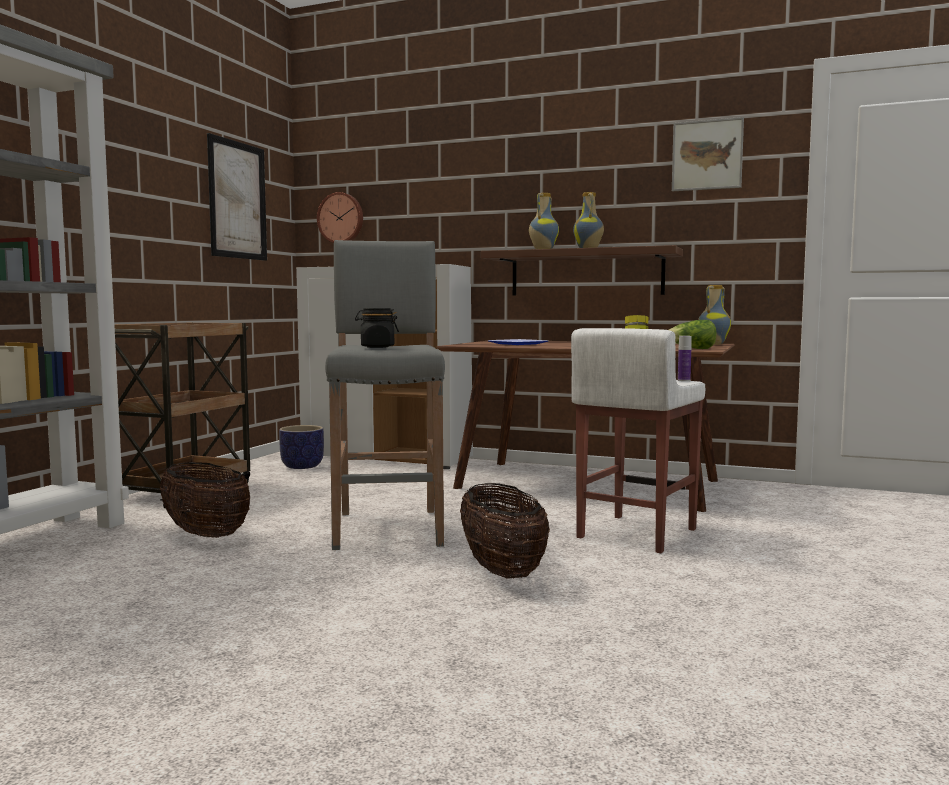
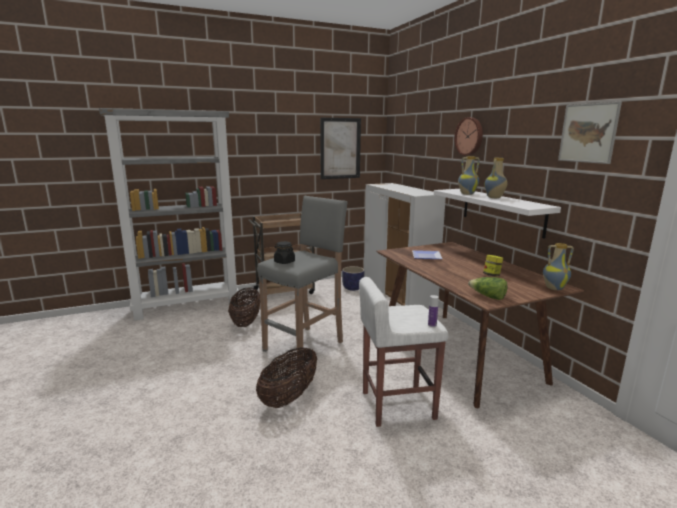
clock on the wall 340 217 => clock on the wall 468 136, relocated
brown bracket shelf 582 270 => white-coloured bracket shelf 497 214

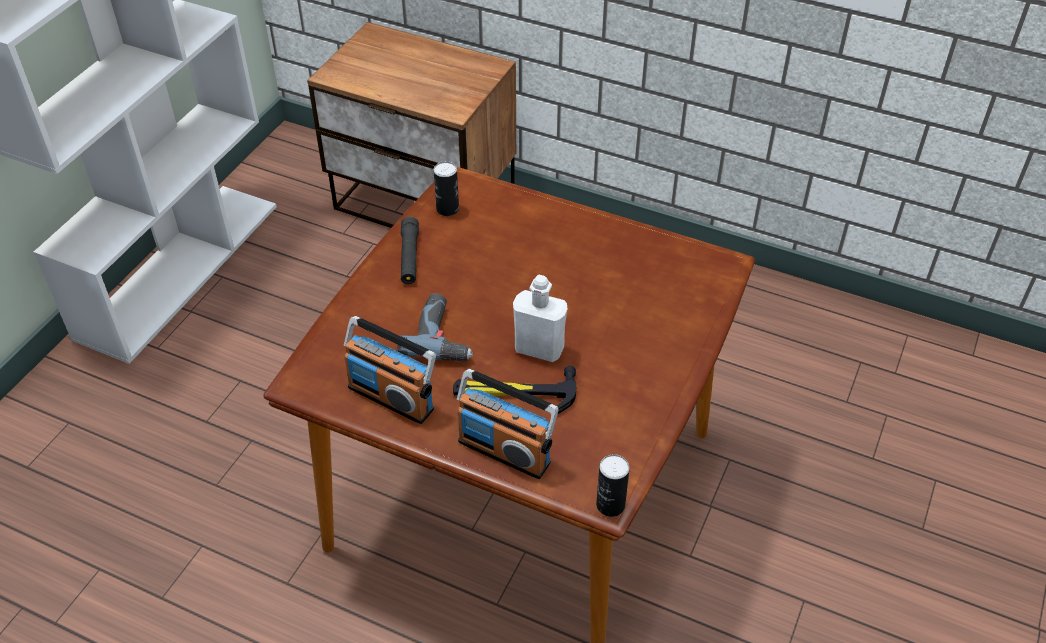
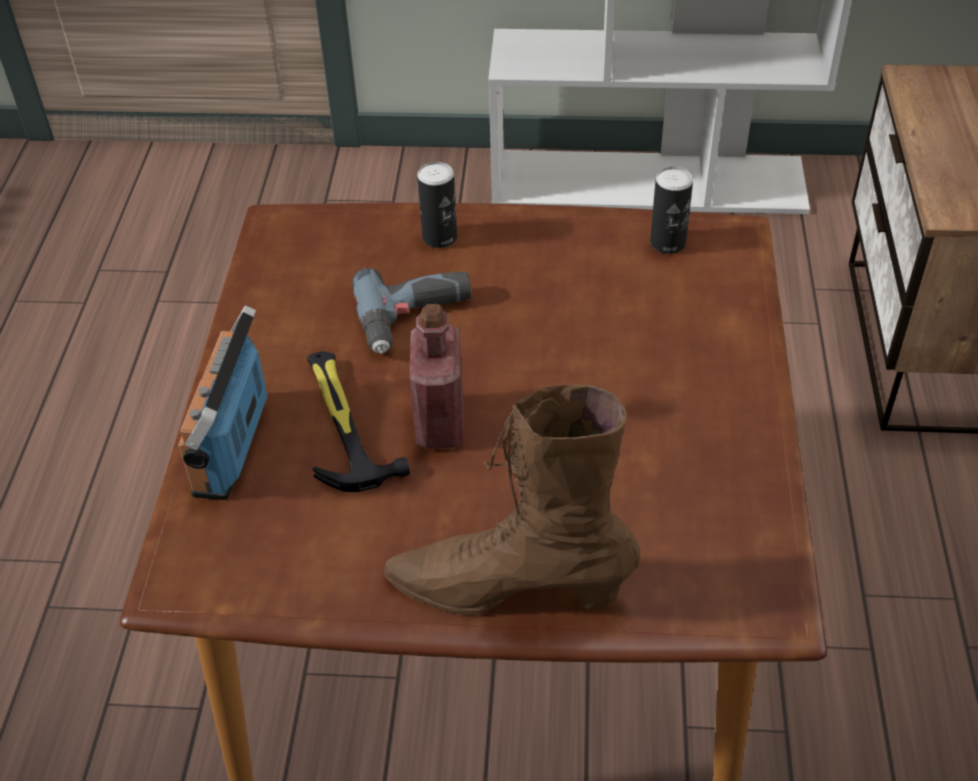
radio receiver 390 370 => nothing
blackish torch 410 250 => nothing
nothing => brown high-top boot 512 499
metal can 613 485 => metal can 437 205, relocated
white-coloured drink bottle 540 318 => reddish drink bottle 436 376

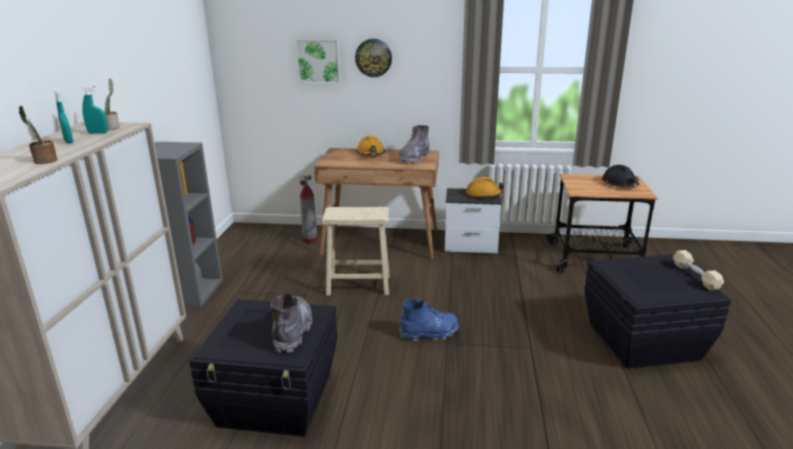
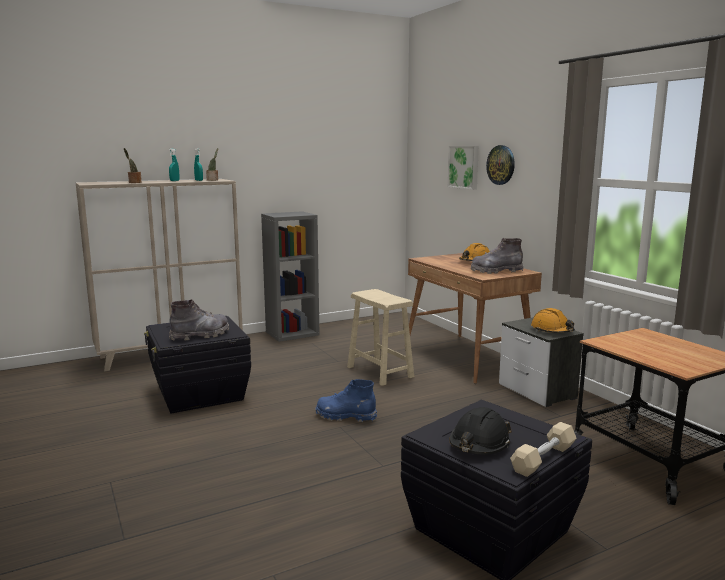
extinguisher 309 209 => nothing
blackish safety helmet 620 176 => blackish safety helmet 480 431, relocated
bluish high-top boot 429 320 => bluish high-top boot 346 400, 150 degrees clockwise

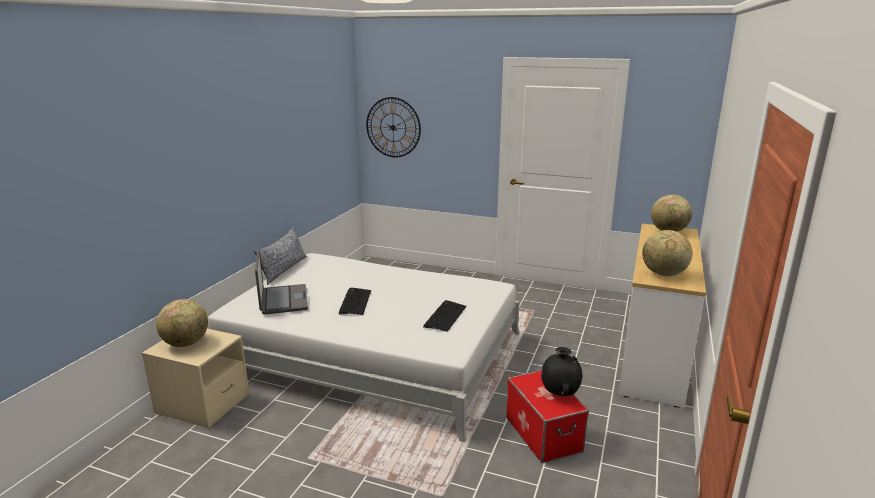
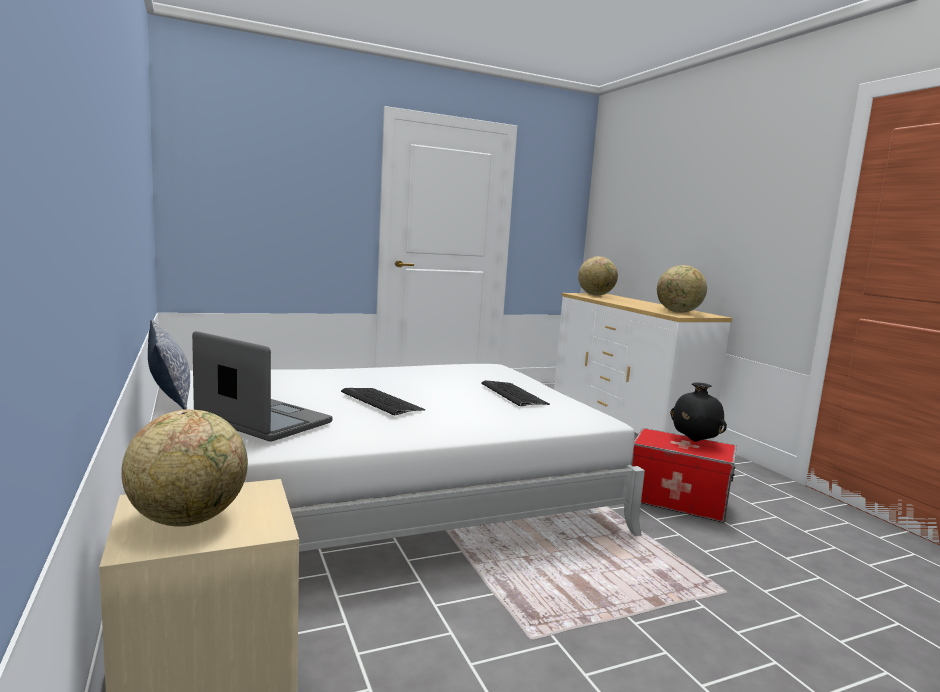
clock on the wall 393 127 => nothing

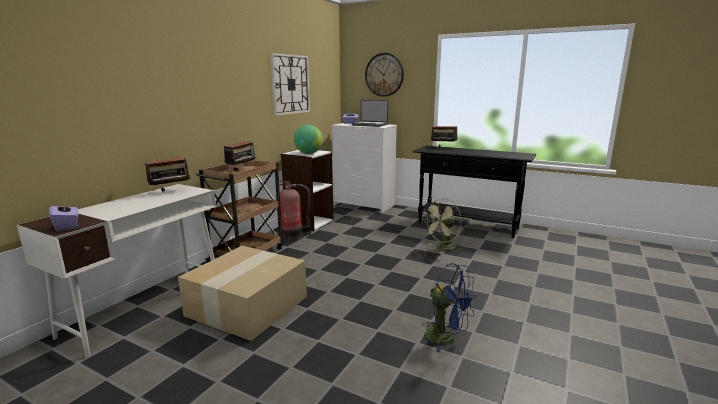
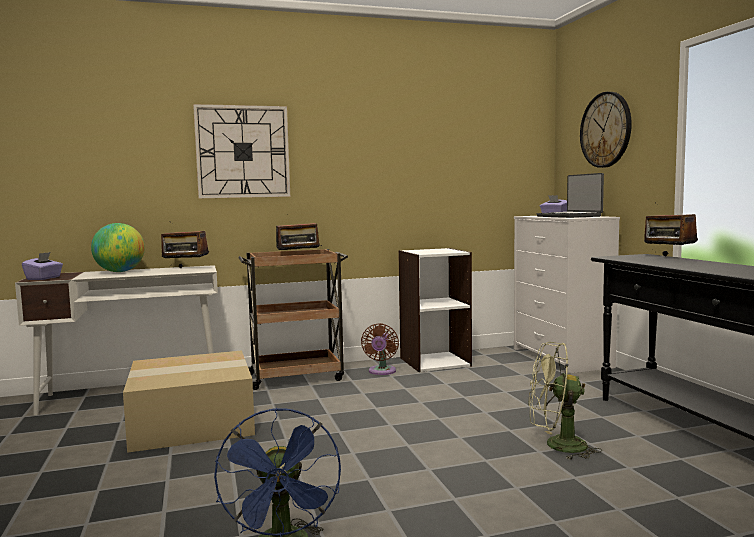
clock on the wall 290 84 => clock on the wall 241 151, relocated
globe 308 139 => globe 118 247, relocated
extinguisher 295 211 => brown fan 380 349

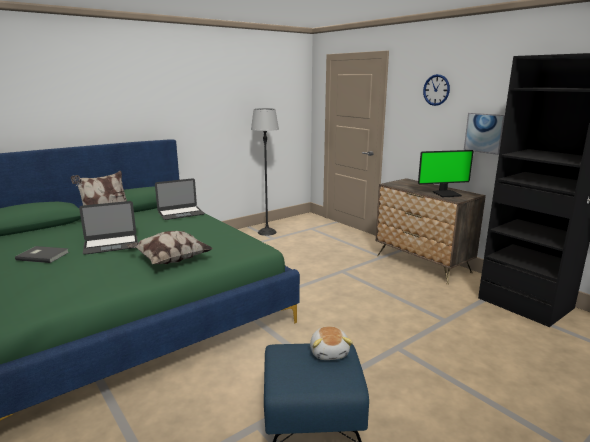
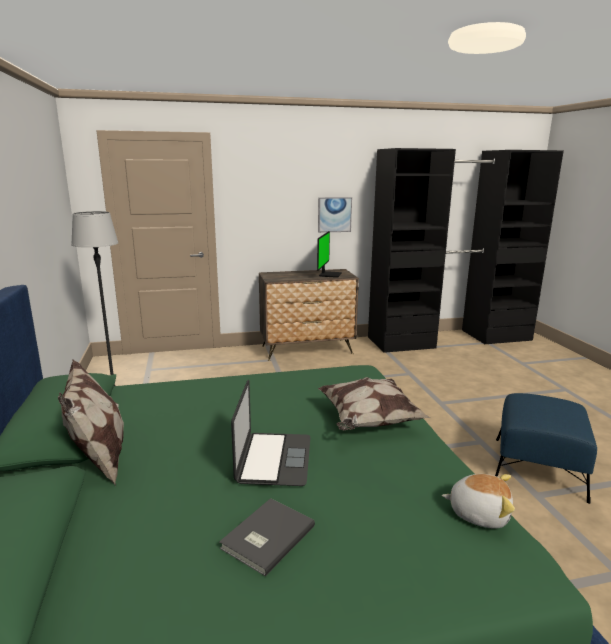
notebook computer 180 199 => nothing
clock on the wall 436 90 => nothing
soft toy 331 343 => soft toy 478 501, relocated

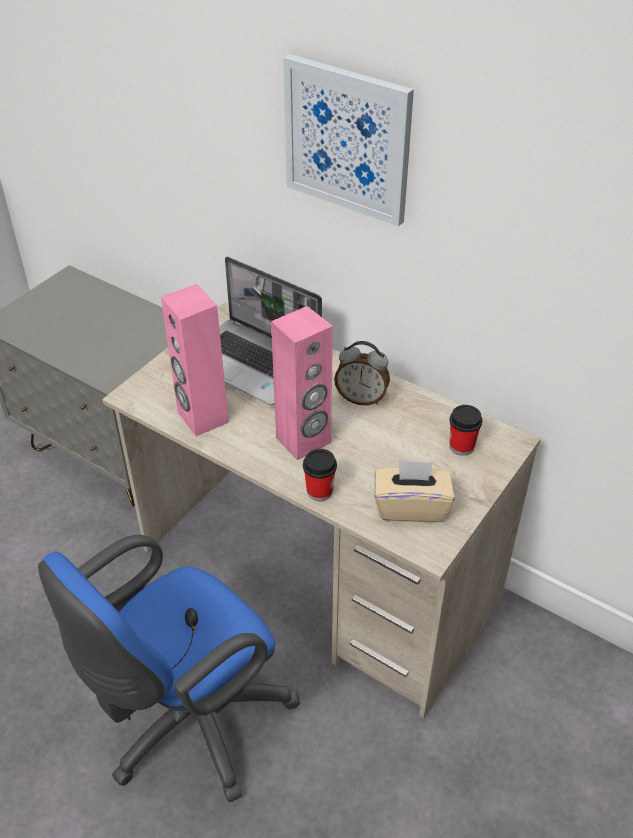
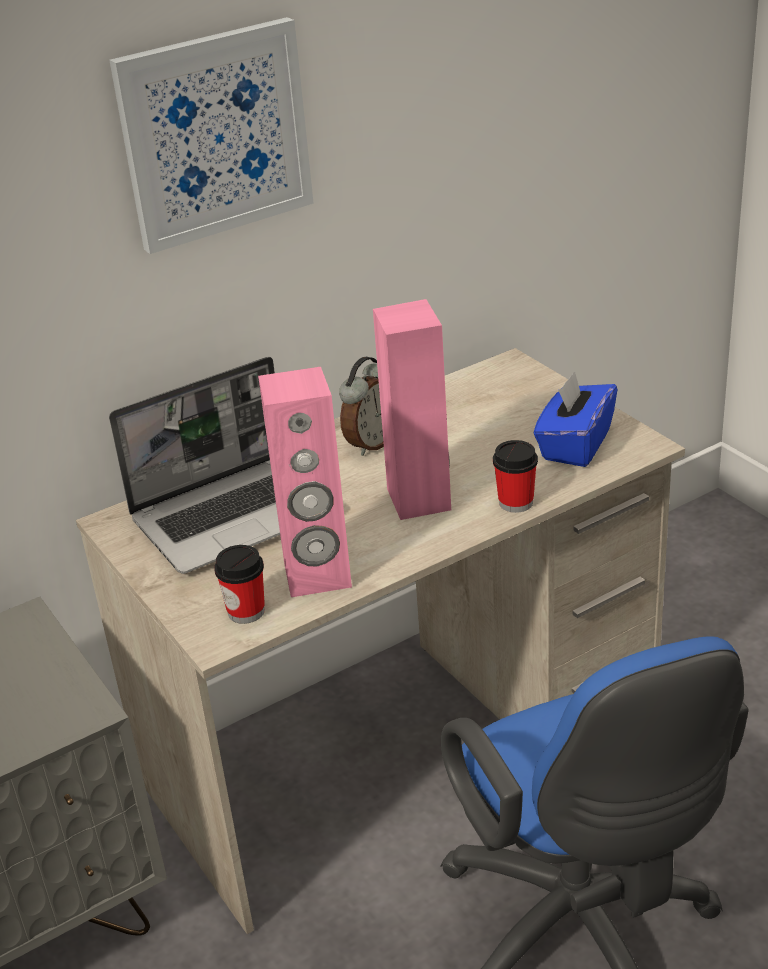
cup 465 430 => cup 239 584, relocated
sand-coloured tissue box 414 491 => bluish tissue box 575 419

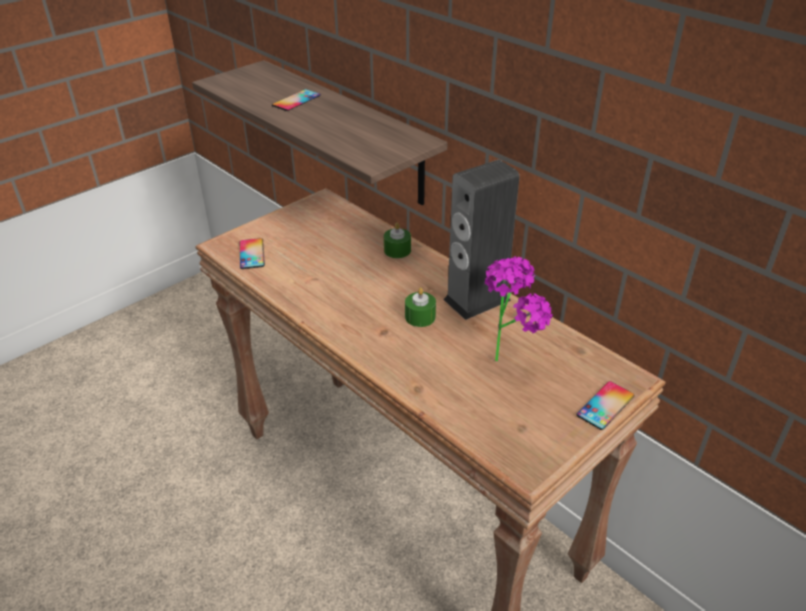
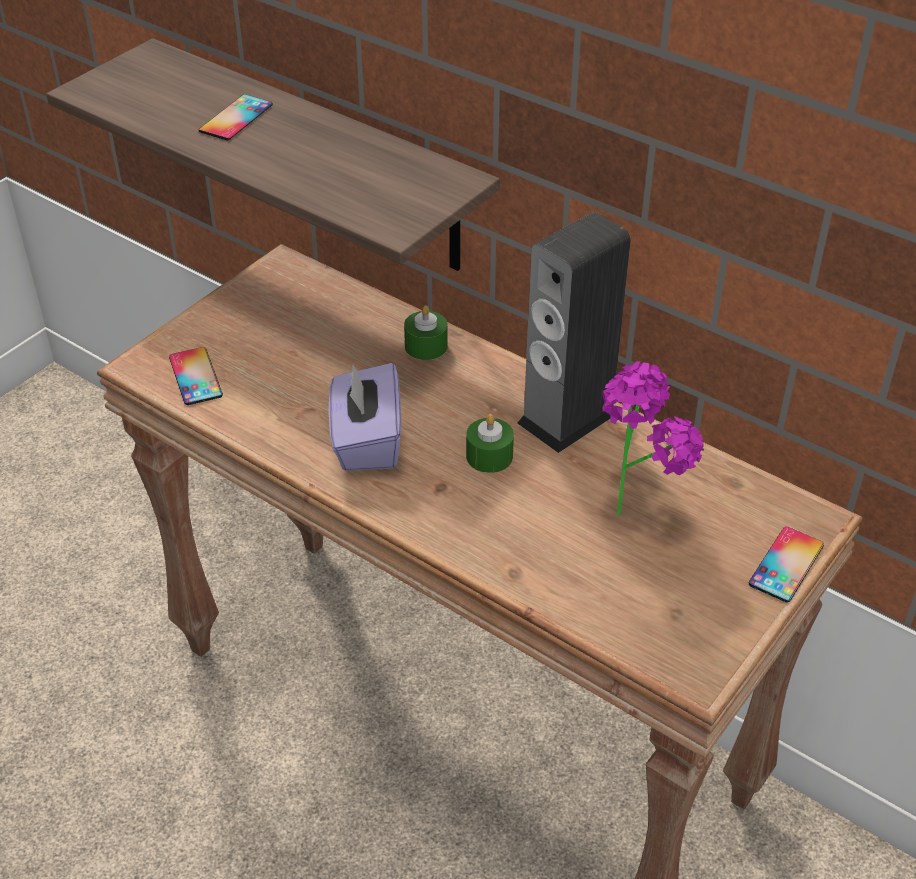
nothing => purple tissue box 365 417

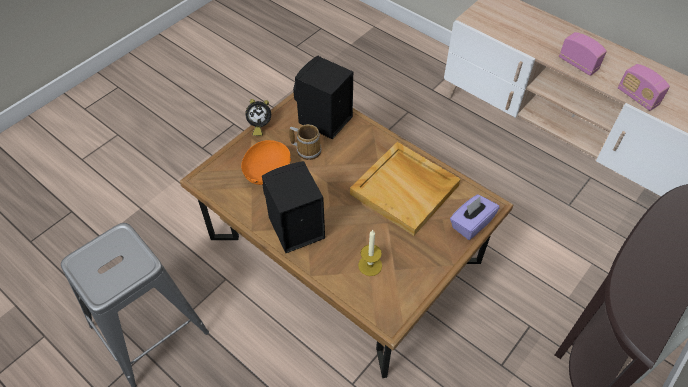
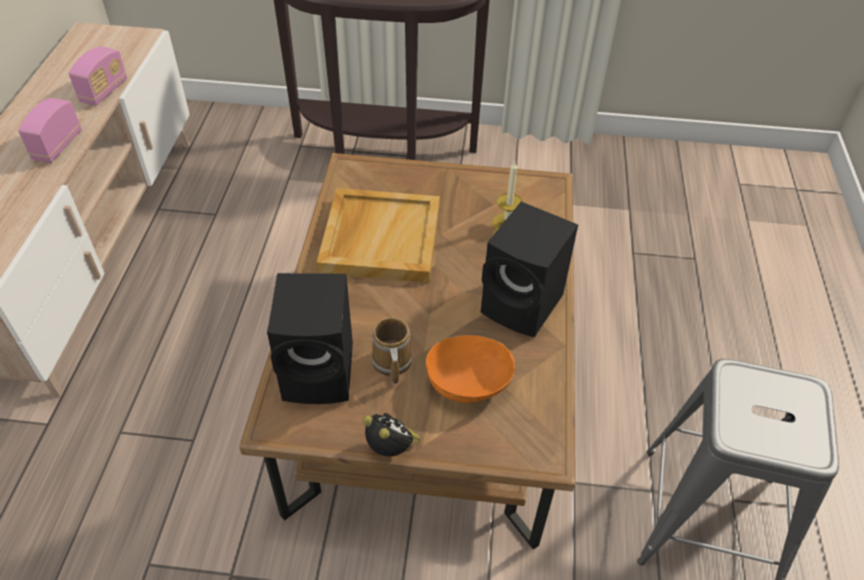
purple tissue box 475 217 => nothing

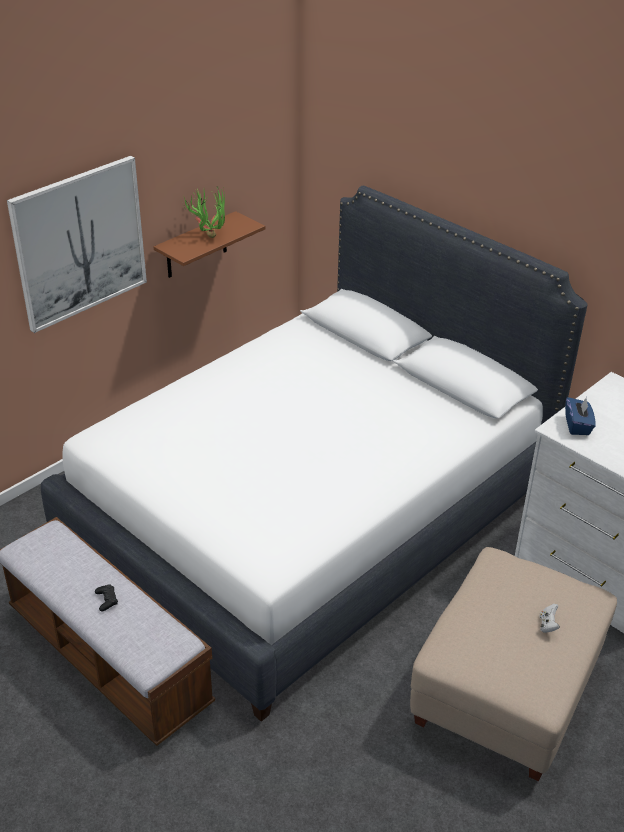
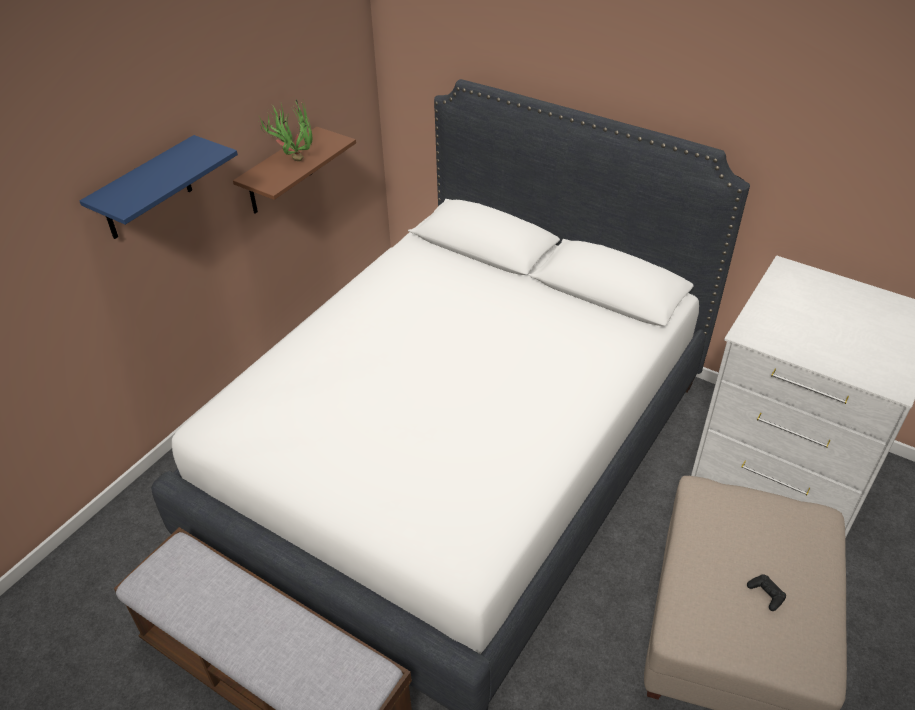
white-coloured game controller 550 618 => nothing
bluish tissue box 580 416 => nothing
blackish game controller 106 597 => blackish game controller 766 592, relocated
wall art 77 244 => bluish bracket shelf 159 187

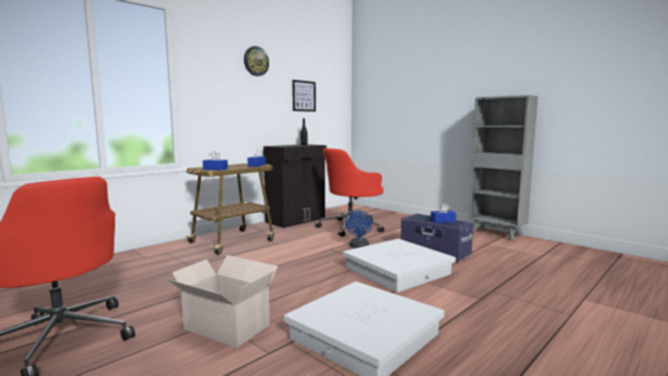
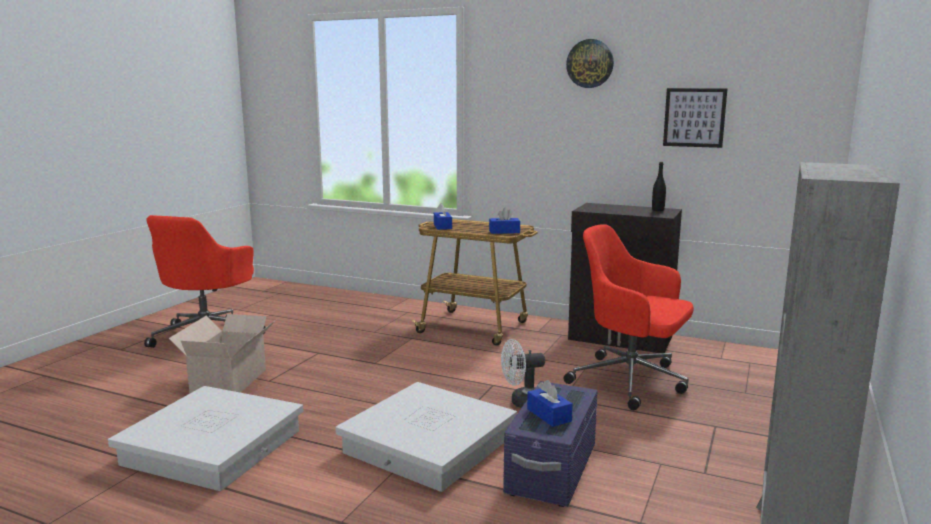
bluish fan 358 229 => white-coloured fan 523 373

